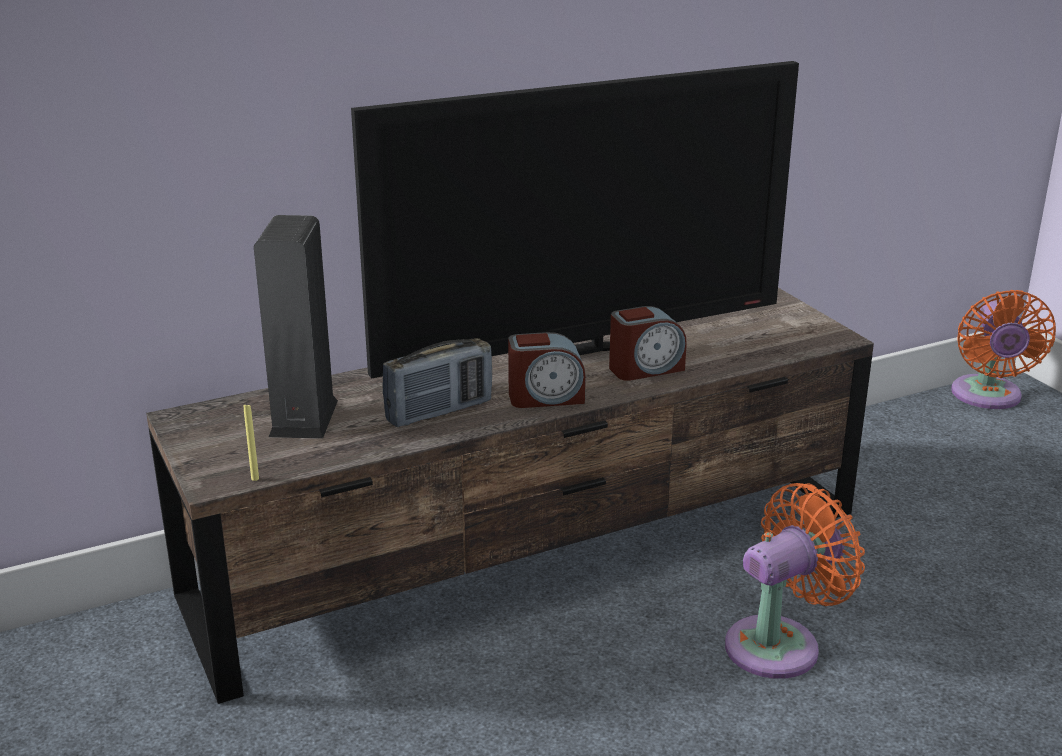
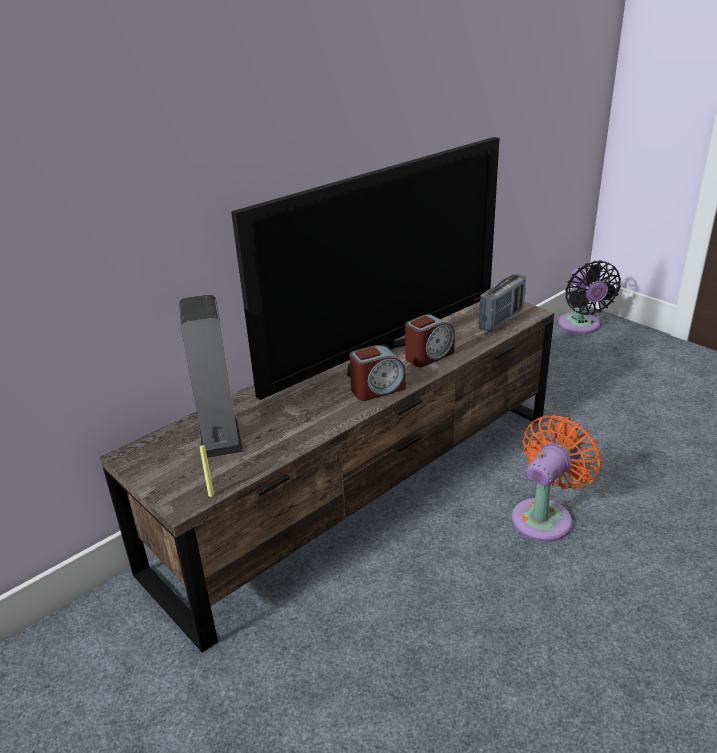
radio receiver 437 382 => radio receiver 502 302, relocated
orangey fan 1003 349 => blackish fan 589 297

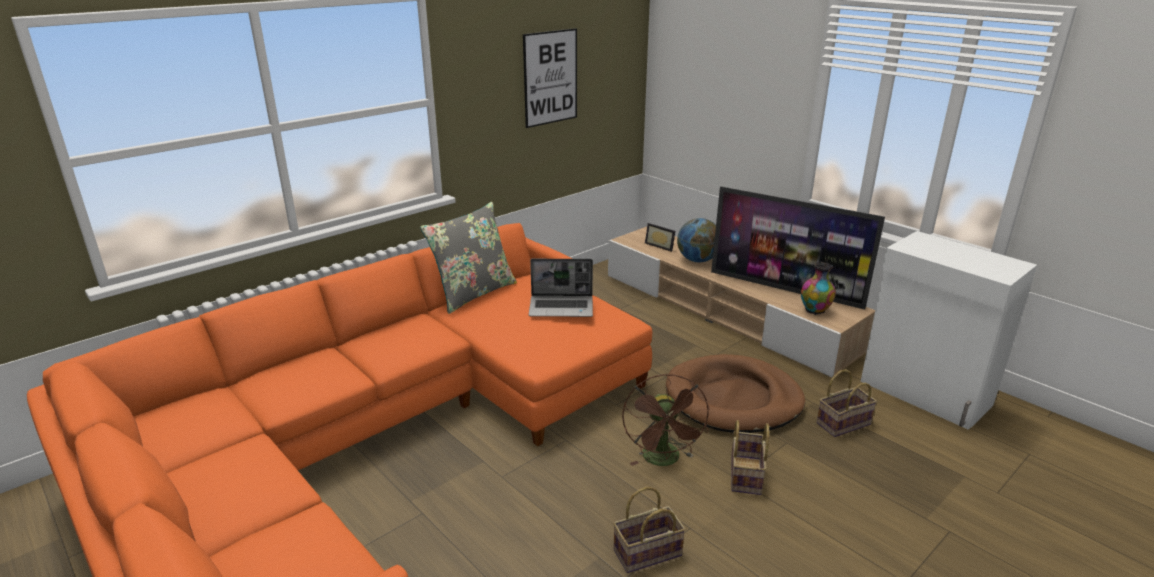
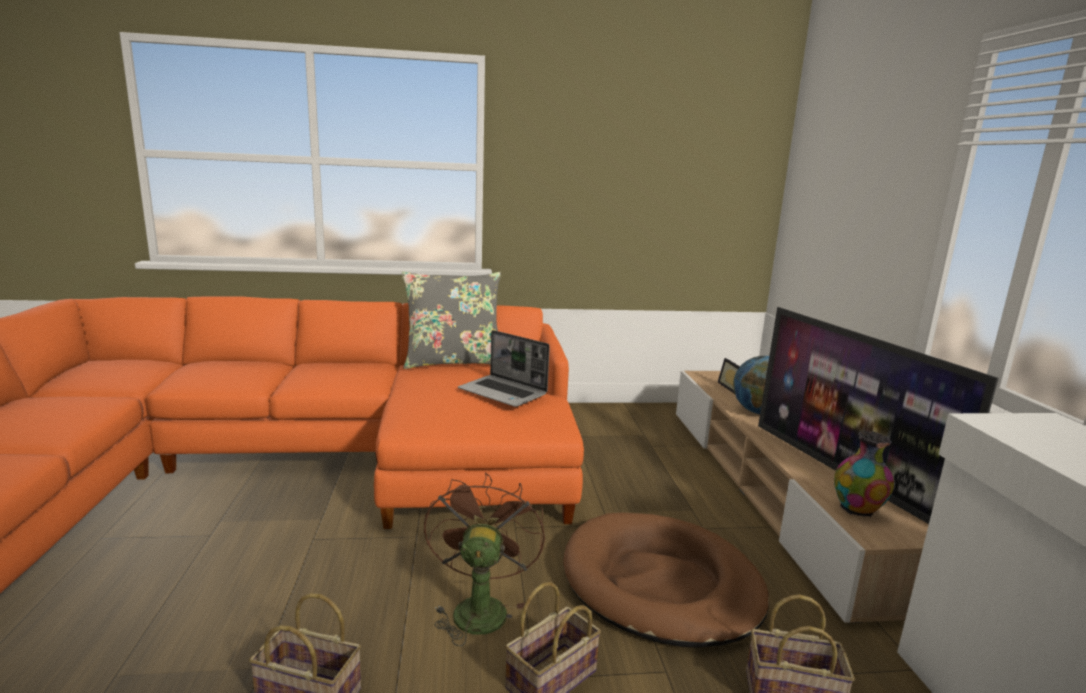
wall art 550 78 => nothing
brown fan 666 420 => brown fan 484 559, 150 degrees clockwise

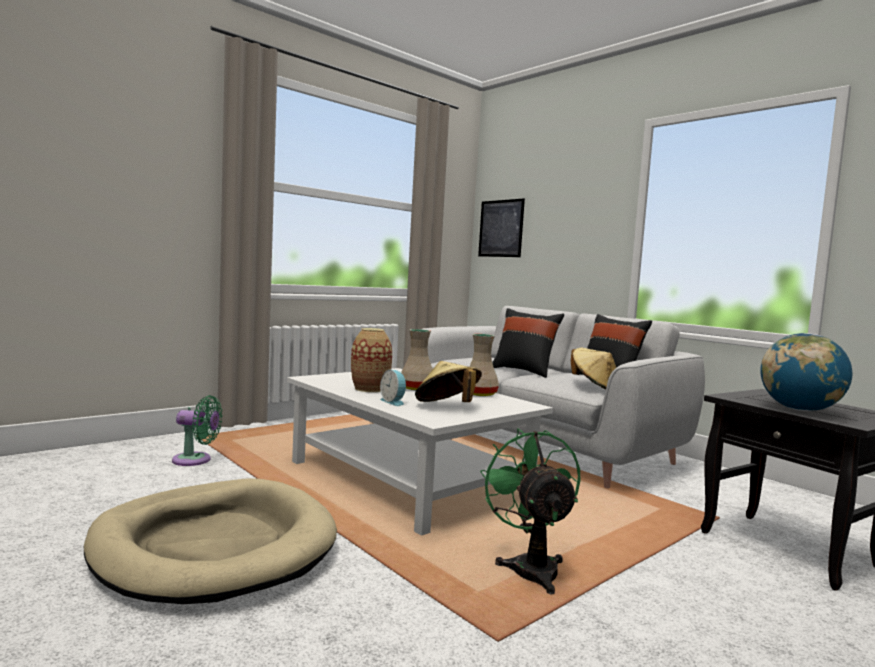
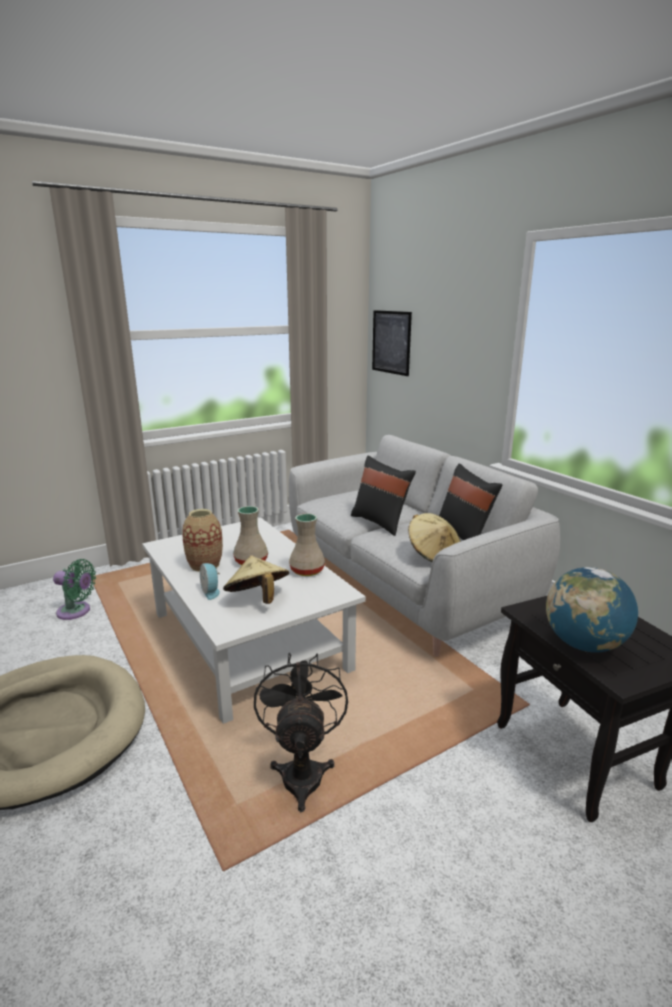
green fan 530 511 => blackish fan 301 732

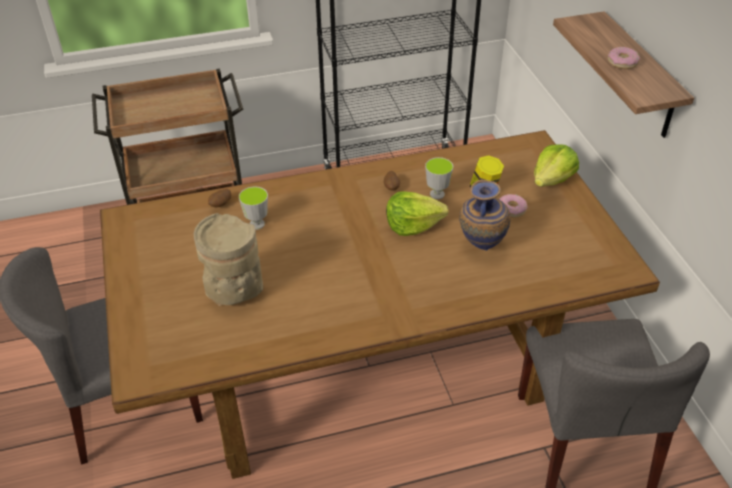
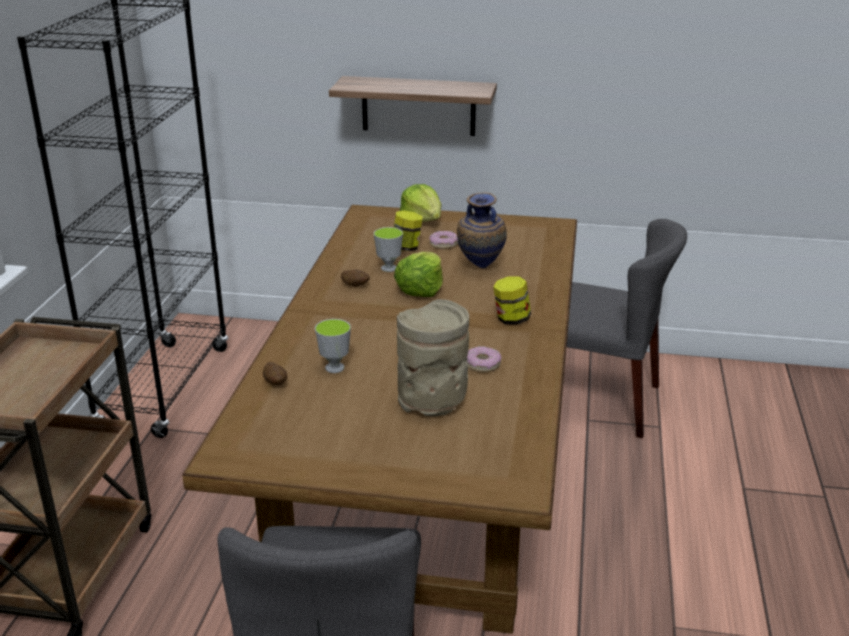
nothing => jar 512 301
ring doughnut 623 58 => ring doughnut 484 359, relocated

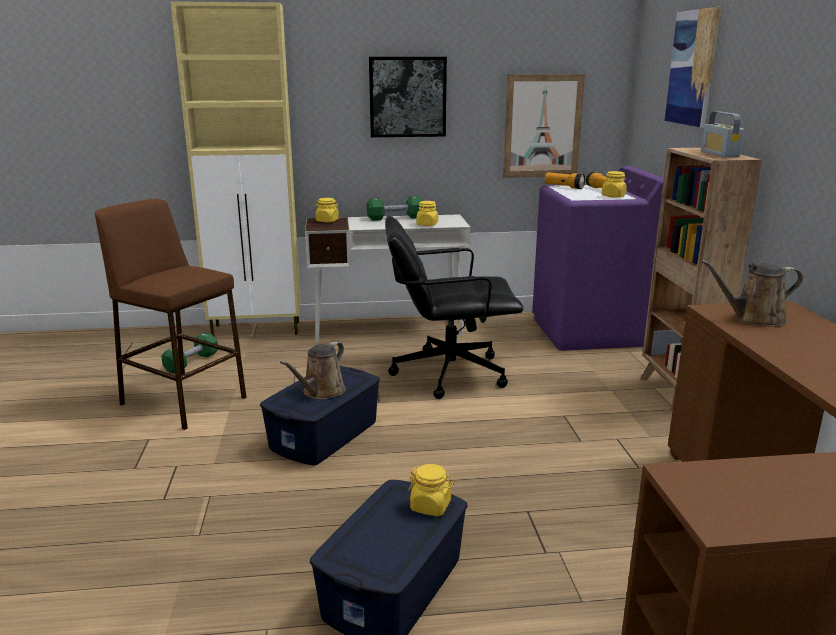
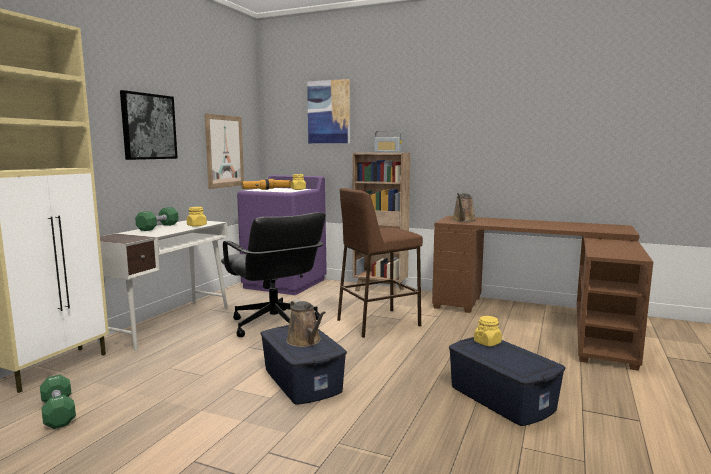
yellowish jar 326 210 => nothing
brown stool 171 314 => brown stool 380 263, relocated
blackish computer chair 454 307 => blackish computer chair 273 274, 60 degrees counterclockwise

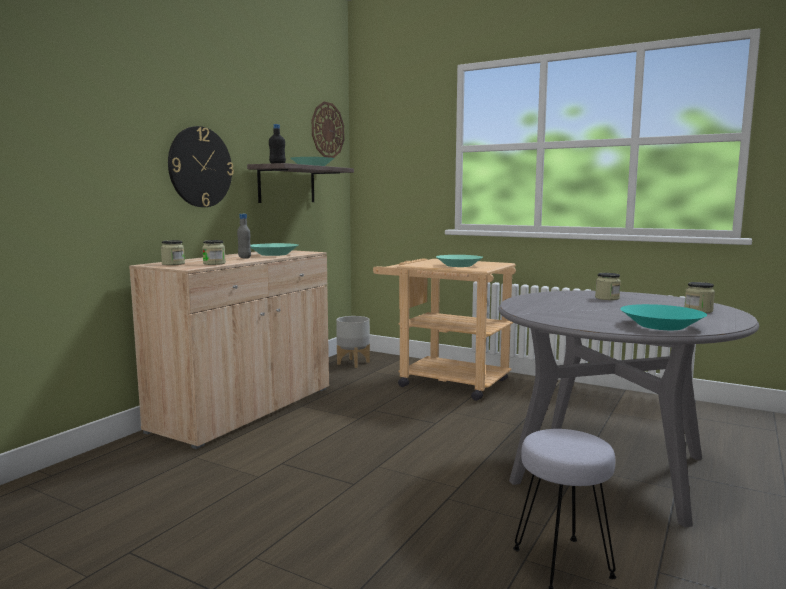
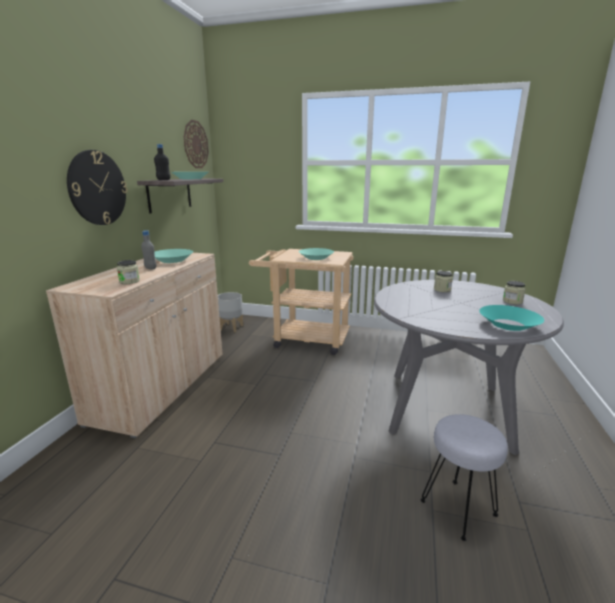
jar 173 252 => nothing

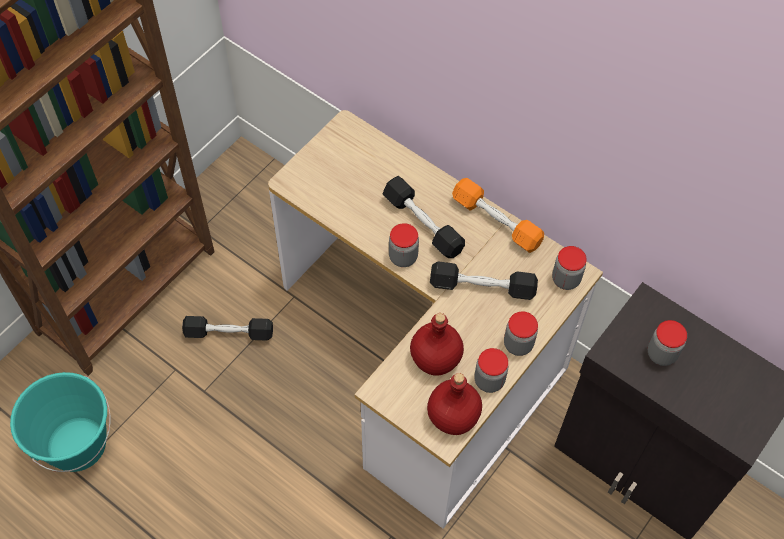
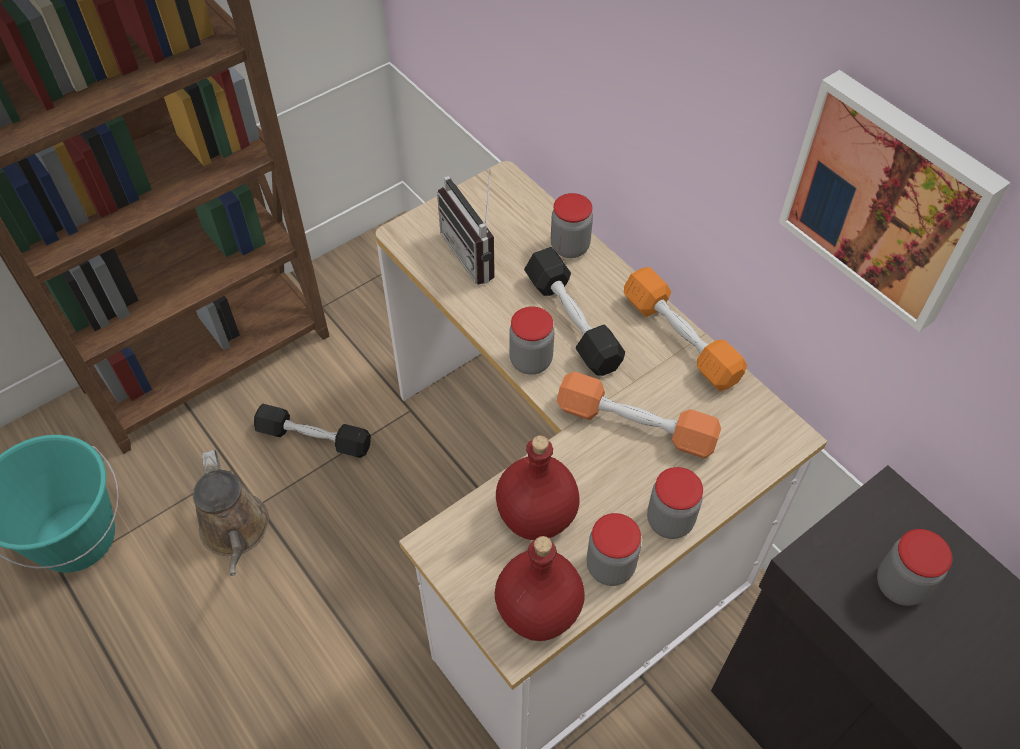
nothing => brown sprinkling can 231 512
nothing => radio receiver 466 226
nothing => wall art 894 201
jar 569 268 => jar 572 225, relocated
blackish free weight 484 280 => orangey free weight 639 415

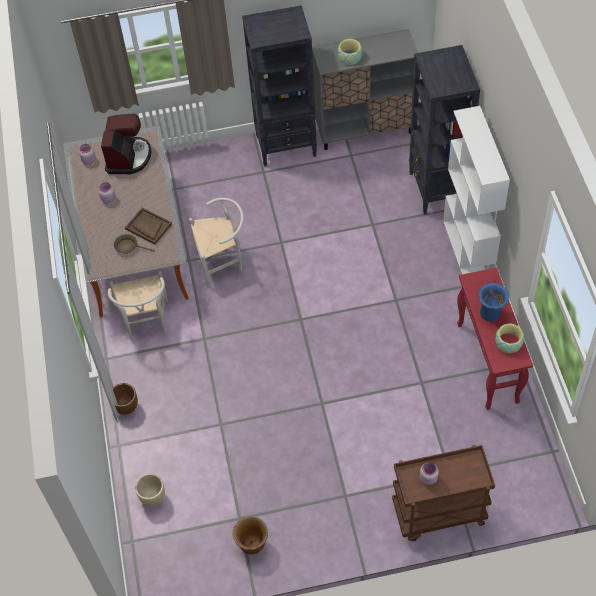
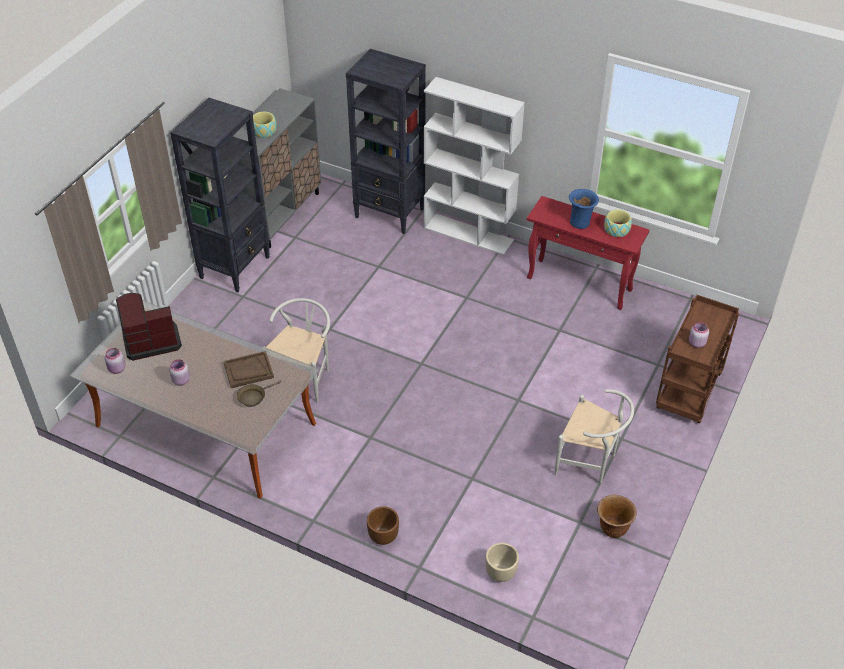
white-coloured plain chair 138 306 => white-coloured plain chair 594 437, relocated
coffee maker 126 143 => coffee maker 149 327, 60 degrees counterclockwise

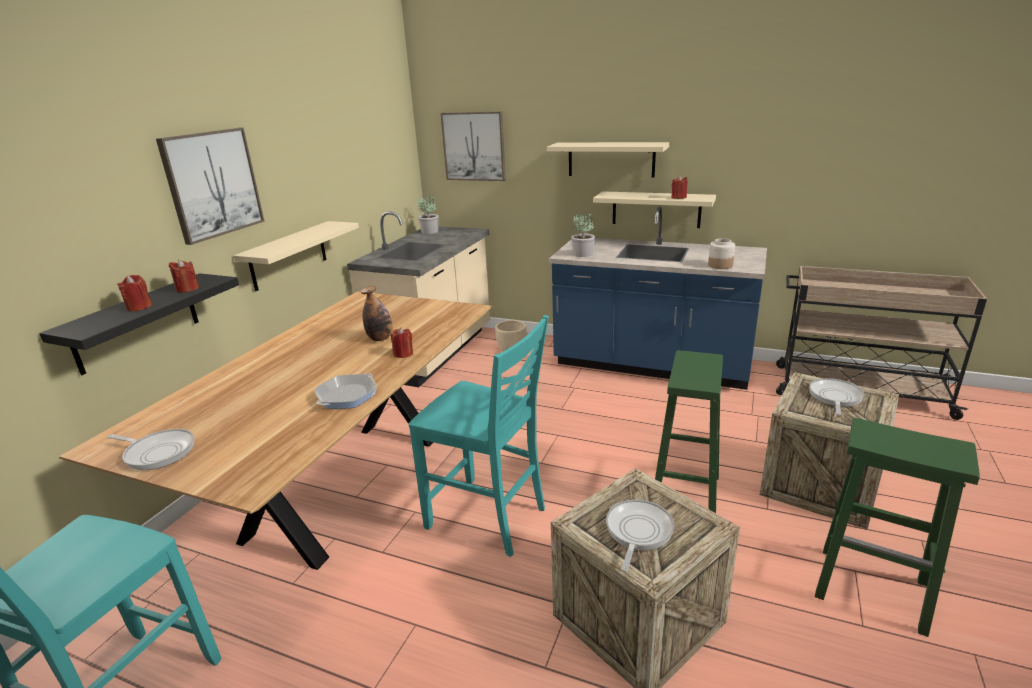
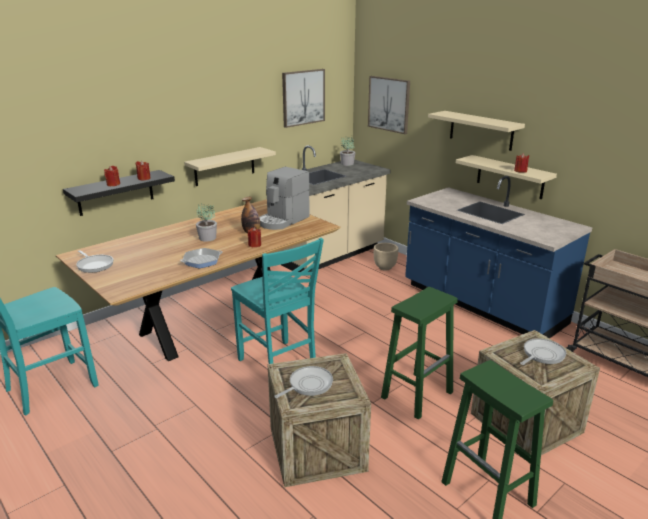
jar 721 253 => nothing
nothing => coffee maker 284 198
wall art 210 186 => wall art 303 98, relocated
houseplant 583 235 => houseplant 206 222, relocated

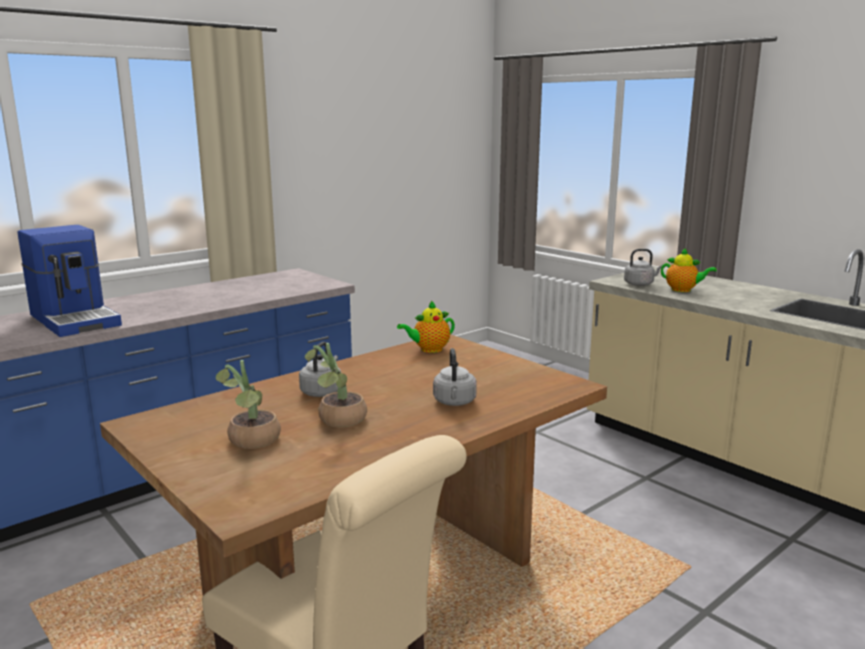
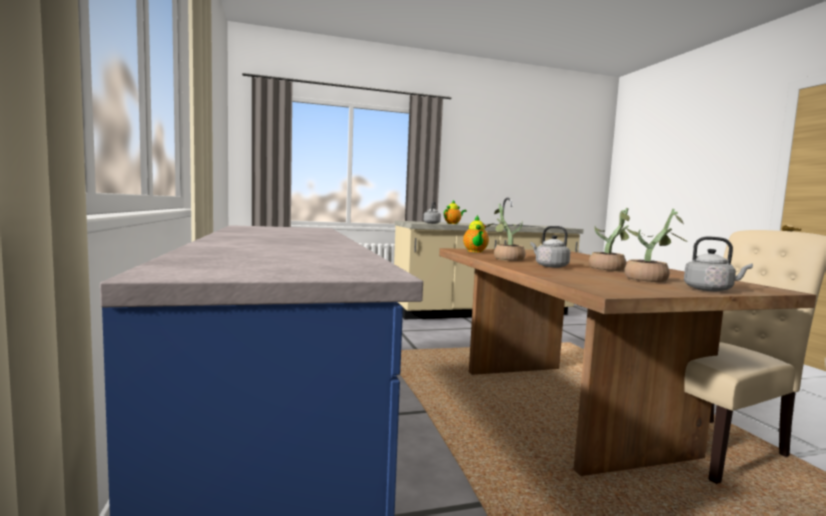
coffee maker 69 281 => nothing
nothing => houseplant 505 232
grey tea kettle 455 377 => grey tea kettle 718 264, relocated

